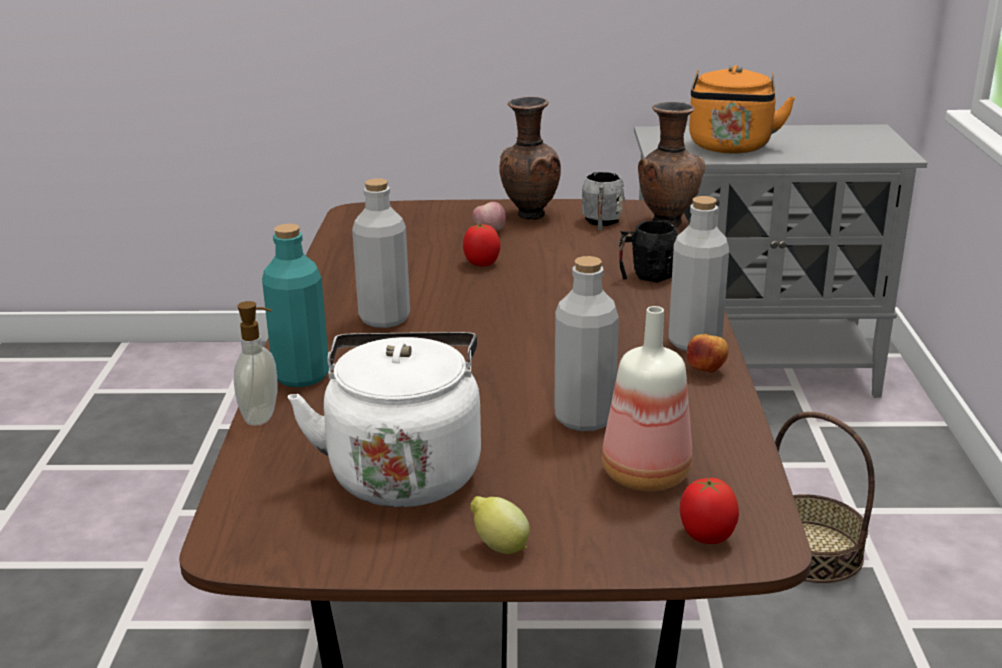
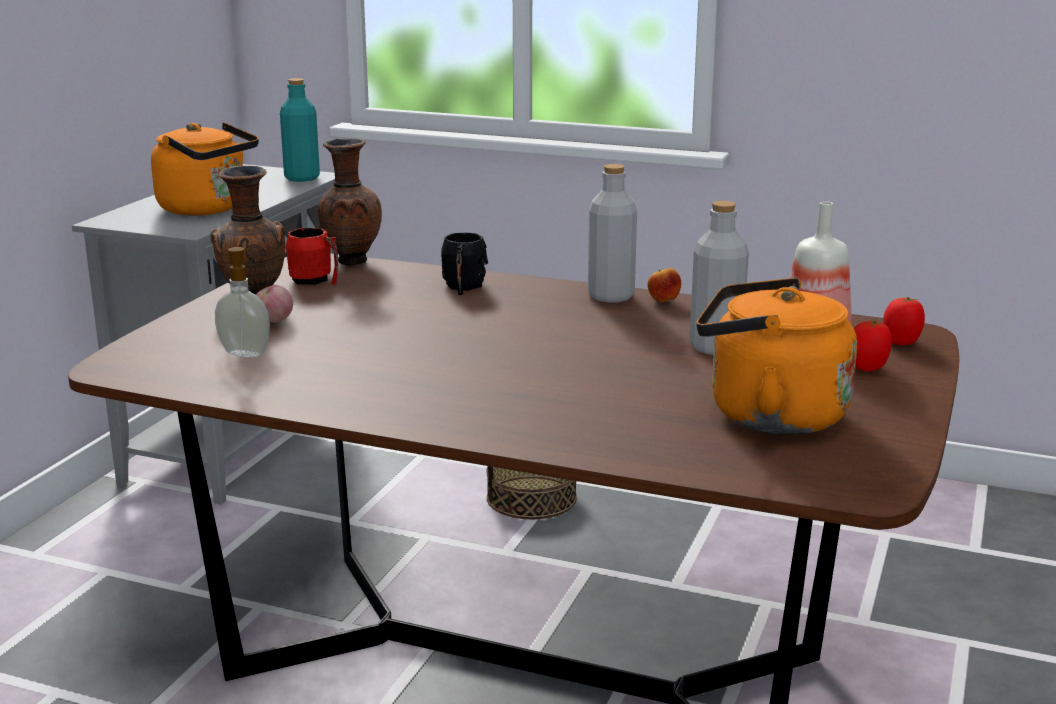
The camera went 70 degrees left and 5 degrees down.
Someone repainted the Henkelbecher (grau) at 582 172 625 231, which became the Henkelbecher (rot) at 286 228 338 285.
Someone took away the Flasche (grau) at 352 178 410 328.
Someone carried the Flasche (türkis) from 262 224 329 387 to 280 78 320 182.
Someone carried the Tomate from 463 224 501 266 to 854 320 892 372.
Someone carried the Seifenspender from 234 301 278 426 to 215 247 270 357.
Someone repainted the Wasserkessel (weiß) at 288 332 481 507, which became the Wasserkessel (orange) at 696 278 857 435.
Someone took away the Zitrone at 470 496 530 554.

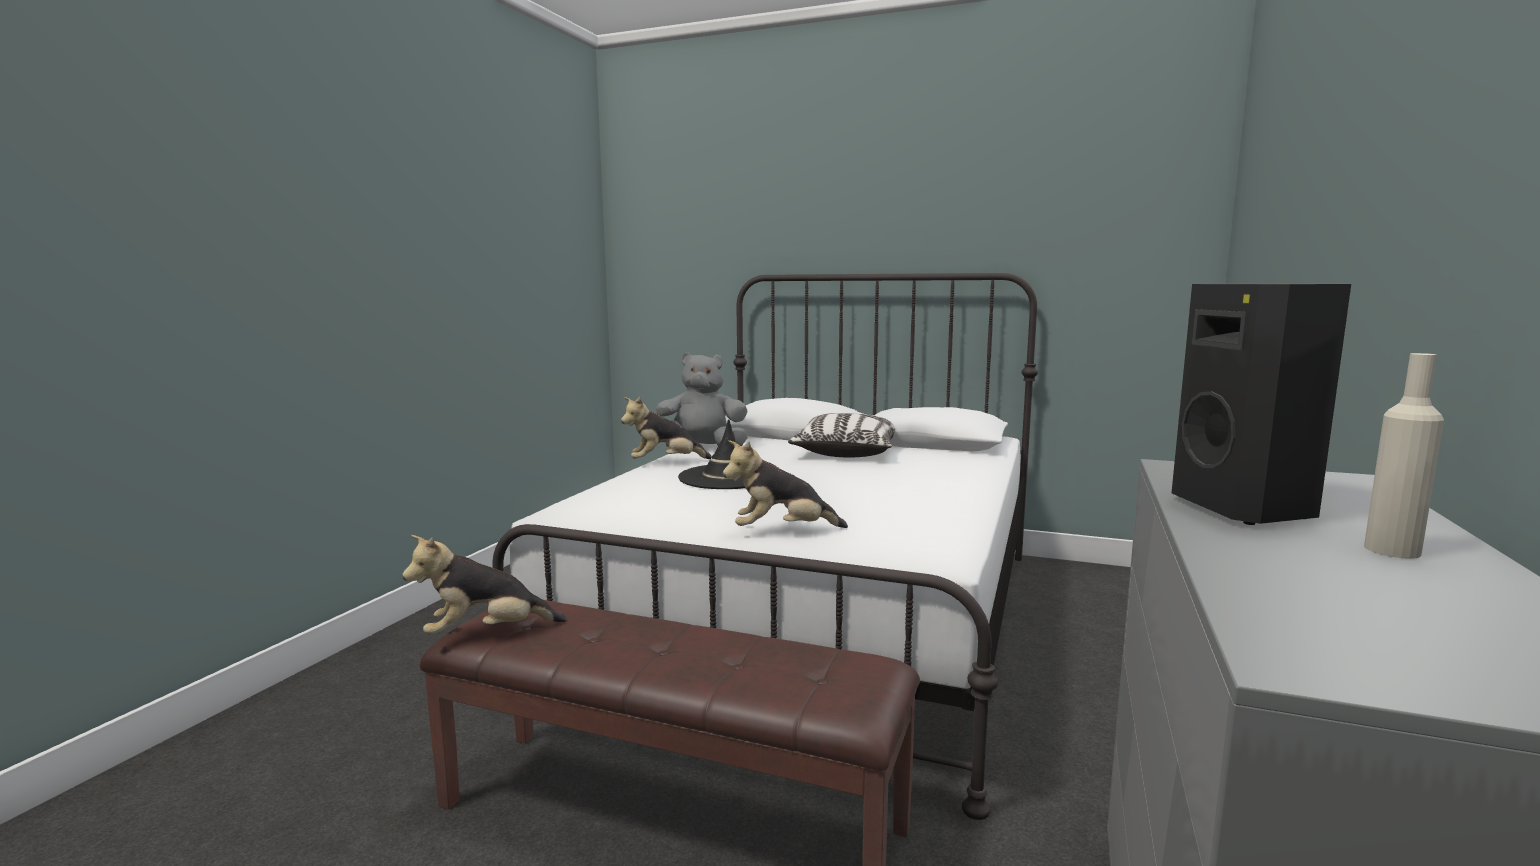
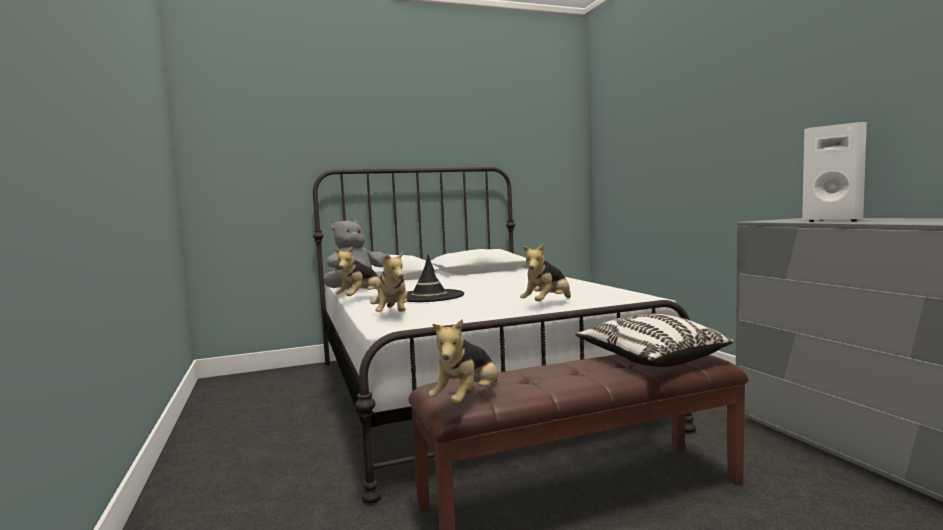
The camera went 40 degrees left and 5 degrees down.
Someone repainted the Lautsprecher (schwarz) at 1172 284 1351 525, which became the Lautsprecher (weiß) at 802 122 867 222.
Someone took away the Flasche (beige) at 1364 353 1444 559.
Someone carried the Kissen from 788 413 895 458 to 575 313 734 367.
Someone put down the Plüschtier at 370 251 408 312.

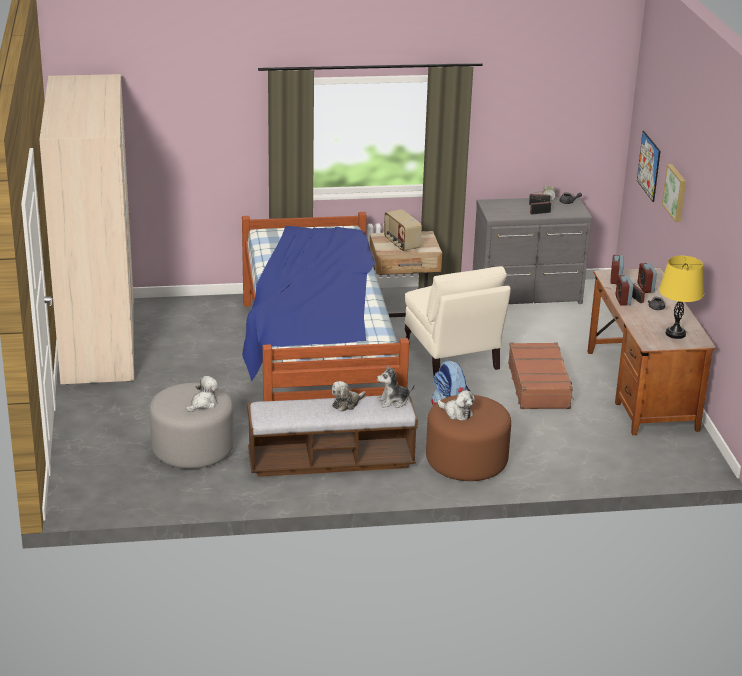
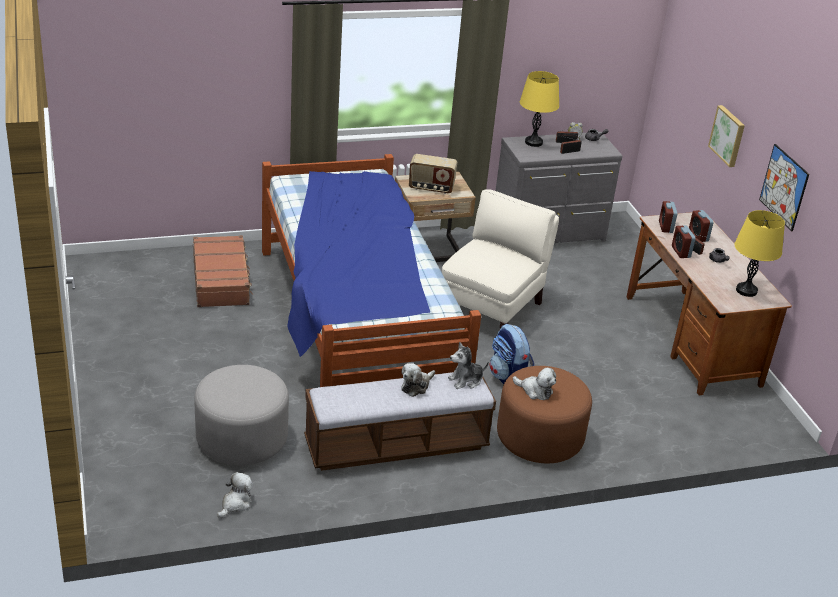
The camera went 10 degrees left and 5 degrees up.
Someone took away the Kleiderschrank (beige) at 39 74 134 385.
Someone carried the Bild from 637 131 661 202 to 759 144 809 232.
Someone rotated the Radio at 384 209 422 251 by 45 degrees counterclockwise.
Someone rotated the Sessel (beige) at 405 266 511 375 by 120 degrees counterclockwise.
Someone carried the Koffer (braun) from 508 342 573 409 to 193 235 253 307.
Someone carried the Plüschtier from 186 376 218 412 to 217 472 253 518.
Someone put down the Tischlampe (gelb) at 520 71 559 147.

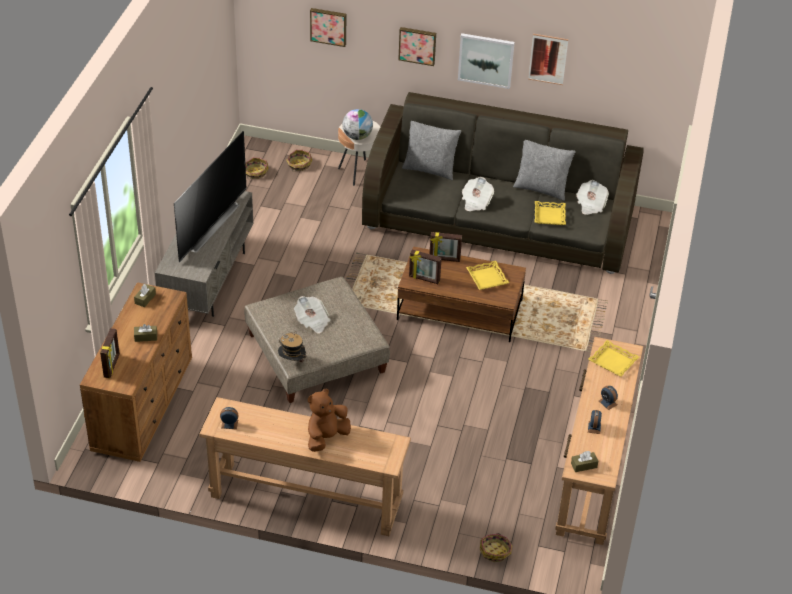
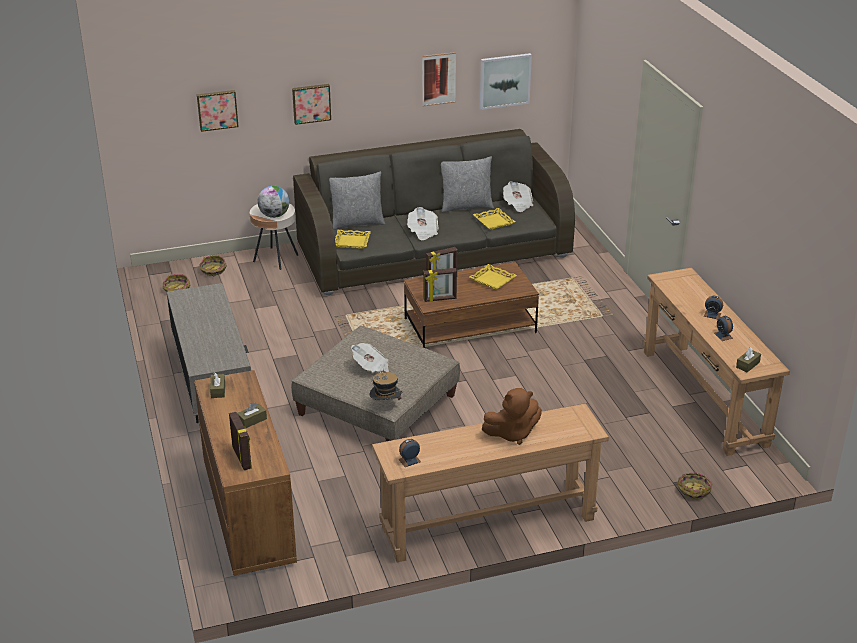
The camera went 30 degrees left and 10 degrees down.
Someone carried the Bild from 458 33 515 89 to 480 53 532 110.
Someone took away the Fernseher at 174 131 247 262.
Someone carried the Tablett (gelb) from 588 340 639 377 to 335 230 371 249.
Someone rotated the Plüschtier (braun) at 308 389 351 452 by 120 degrees counterclockwise.

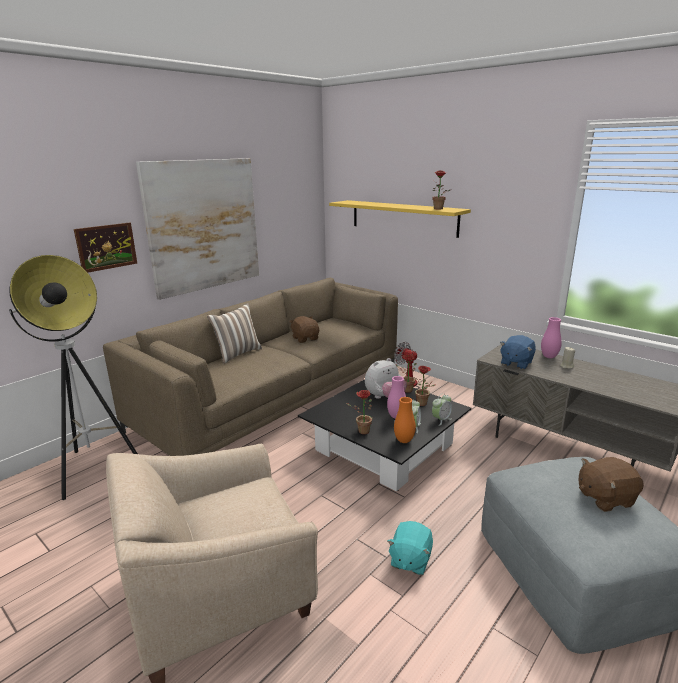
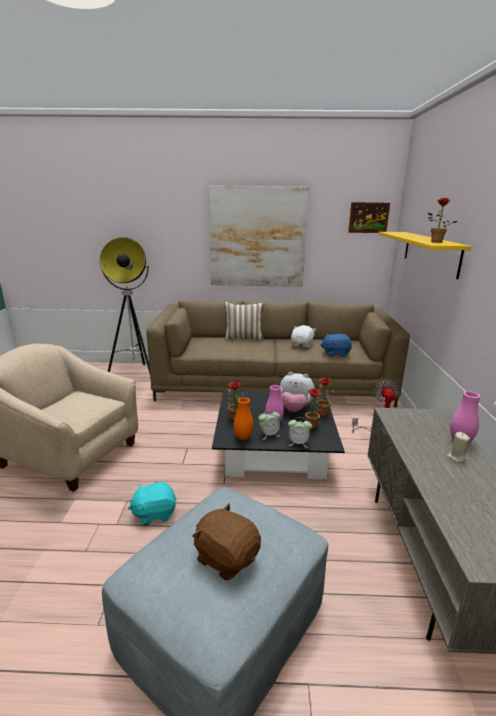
The camera went 50 degrees right and 0 degrees up.
Someone carried the Bild from 74 223 137 272 to 348 202 390 233.
Someone repainted the Plüschtier (braun) at 289 316 319 343, which became the Plüschtier (weiß) at 291 325 316 348.
Someone carried the Plüschtier (blau) from 500 335 536 369 to 320 334 352 357.

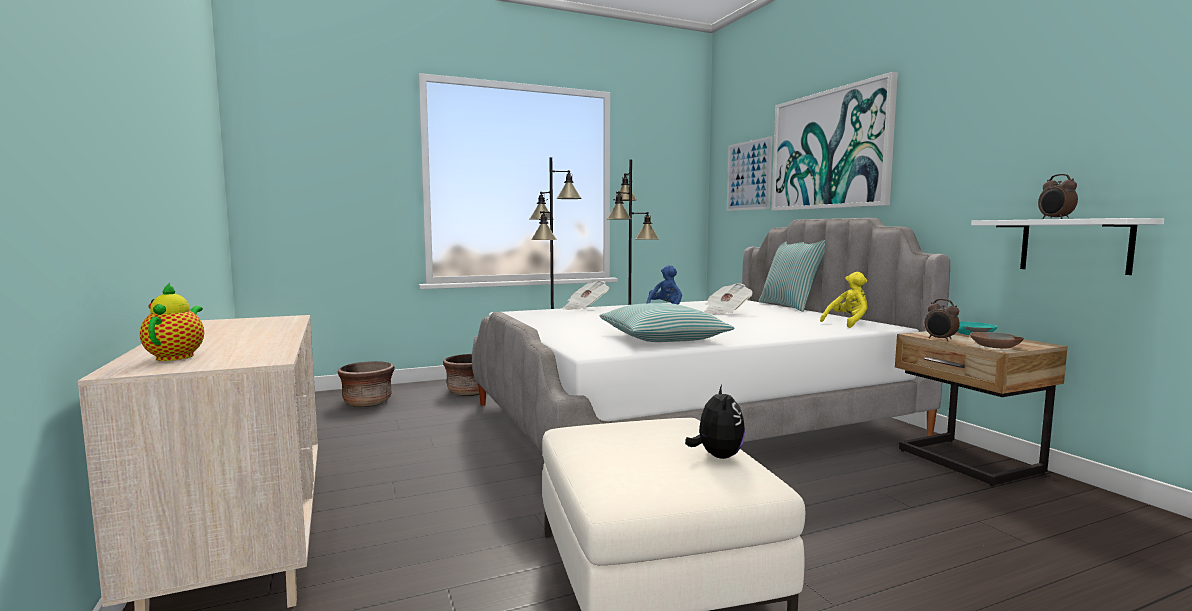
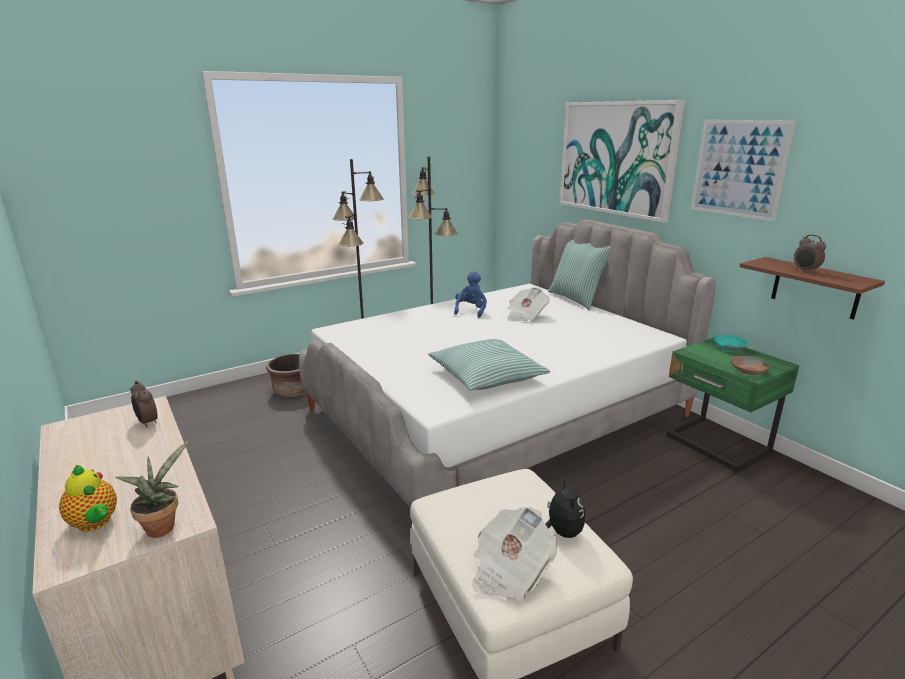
The camera went 10 degrees left and 15 degrees up.
Someone carried the Bild from 727 136 772 211 to 691 120 796 222.
Someone repainted the Wandregal (weiß) at 971 218 1164 275, which became the Wandregal (braun) at 739 257 885 320.
Someone took away the Plüschtier (gelb) at 820 272 868 328.
Someone carried the Zeitung from 563 281 609 310 to 472 507 557 601.
Someone rotated the Teekanne at 140 282 204 361 by 150 degrees clockwise.
Someone carried the Wecker from 925 299 960 341 to 130 380 158 428.
Someone repainted the Nachttisch (beige) at 895 331 1068 487, which became the Nachttisch (grün) at 666 337 799 473.
Someone took away the Pflanzkübel (braun) at 338 361 395 407.
Someone put down the Topfpflanze at 115 441 188 538.

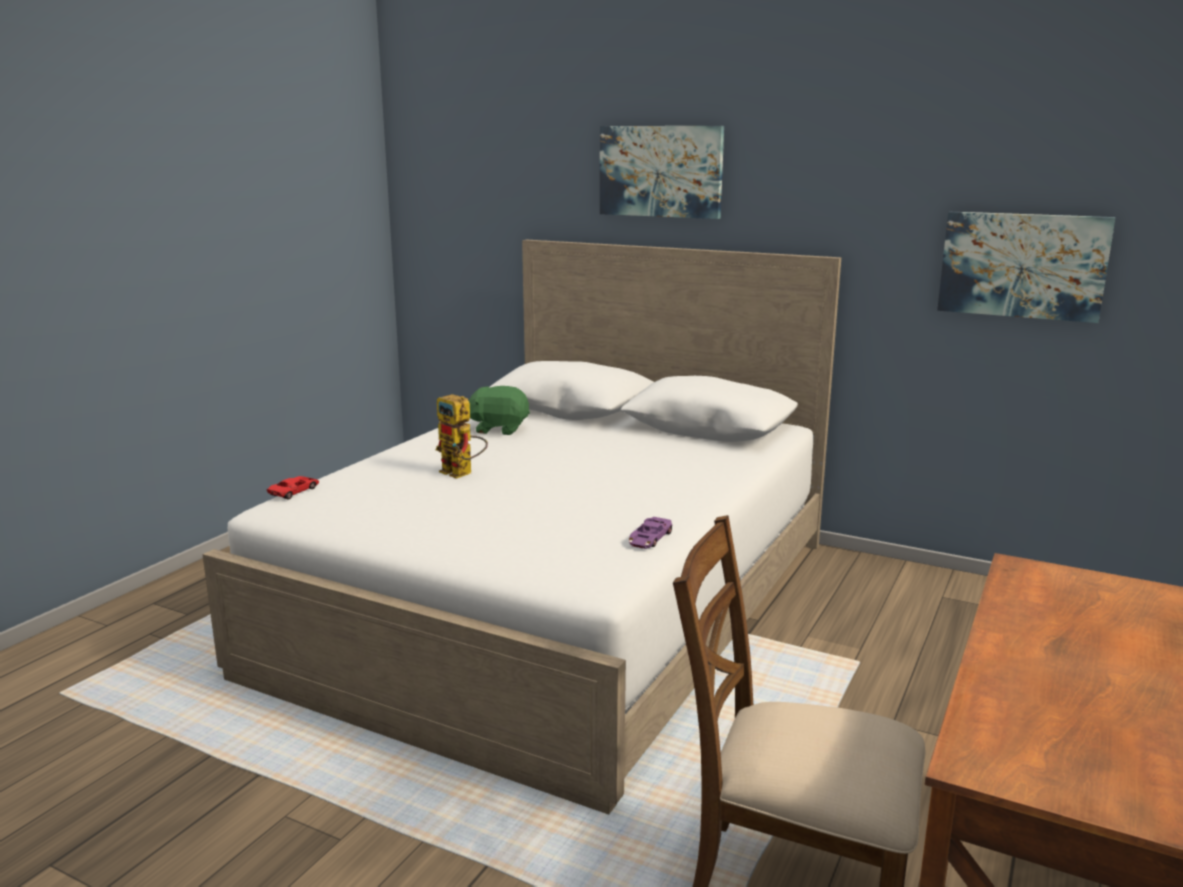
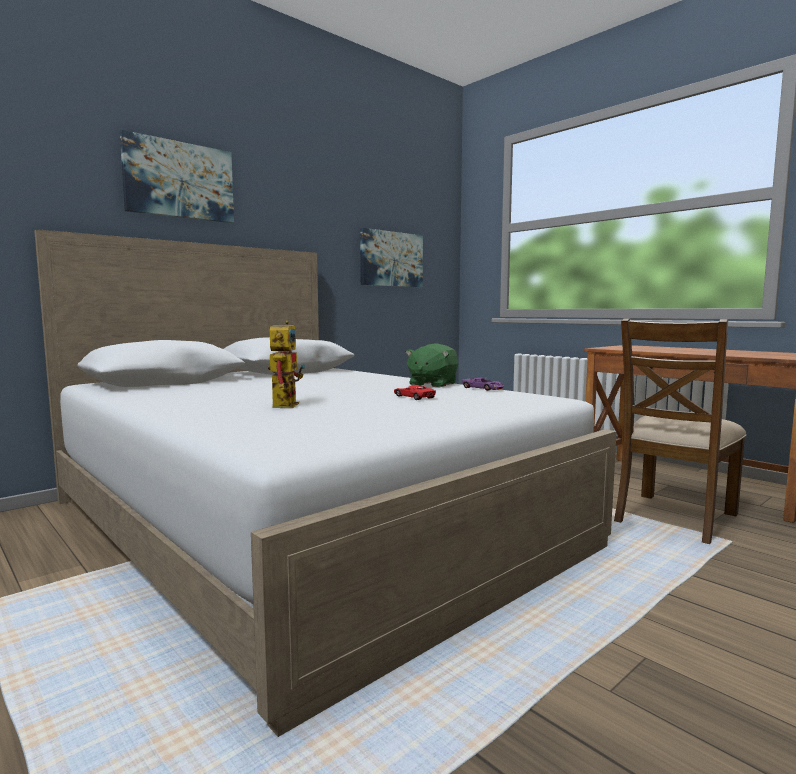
The camera went 70 degrees left and 10 degrees down.
Someone carried the Plüschtier (grün) from 469 386 530 435 to 405 343 458 388.
Someone rotated the Spielzeugroboter at 436 394 488 479 by 60 degrees counterclockwise.
Someone carried the Spielzeugauto (rot) from 267 476 319 499 to 394 385 436 400.

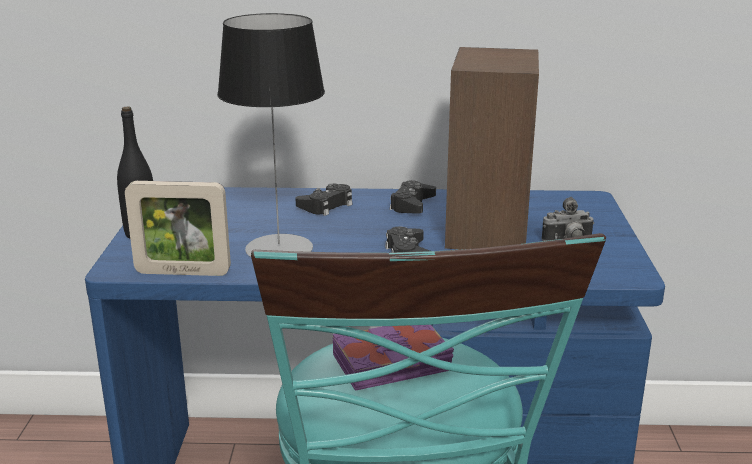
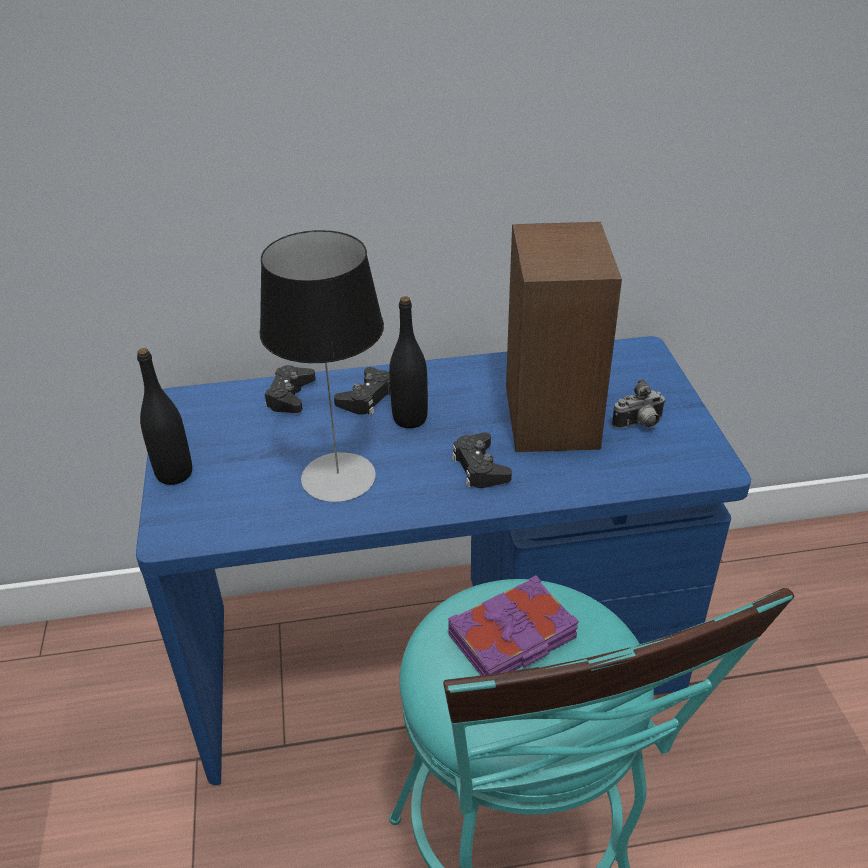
The camera went 10 degrees left and 15 degrees up.
Someone carried the Gamepad (schwarz) from 390 180 436 214 to 265 365 316 413.
Someone took away the Bilderrahmen at 125 181 231 276.
Someone put down the Flasche (schwarz) at 389 296 428 428.

